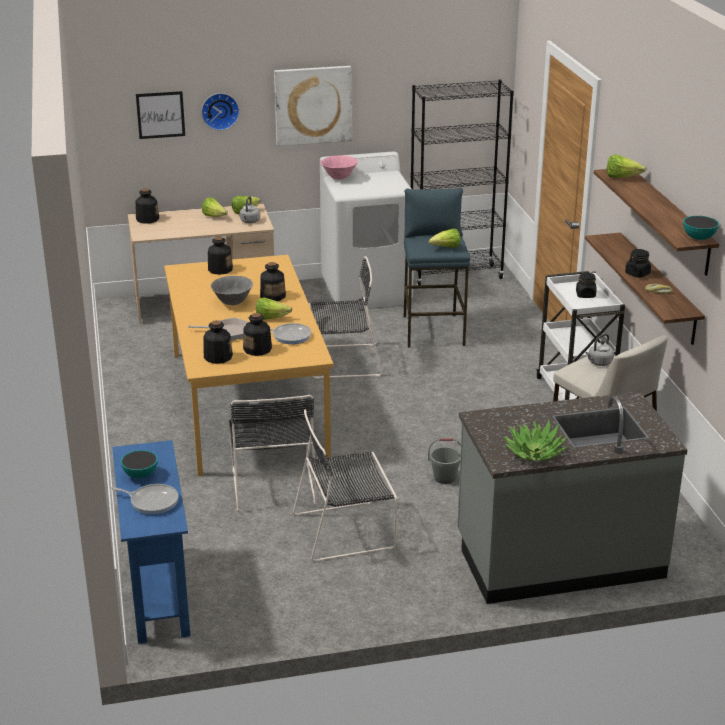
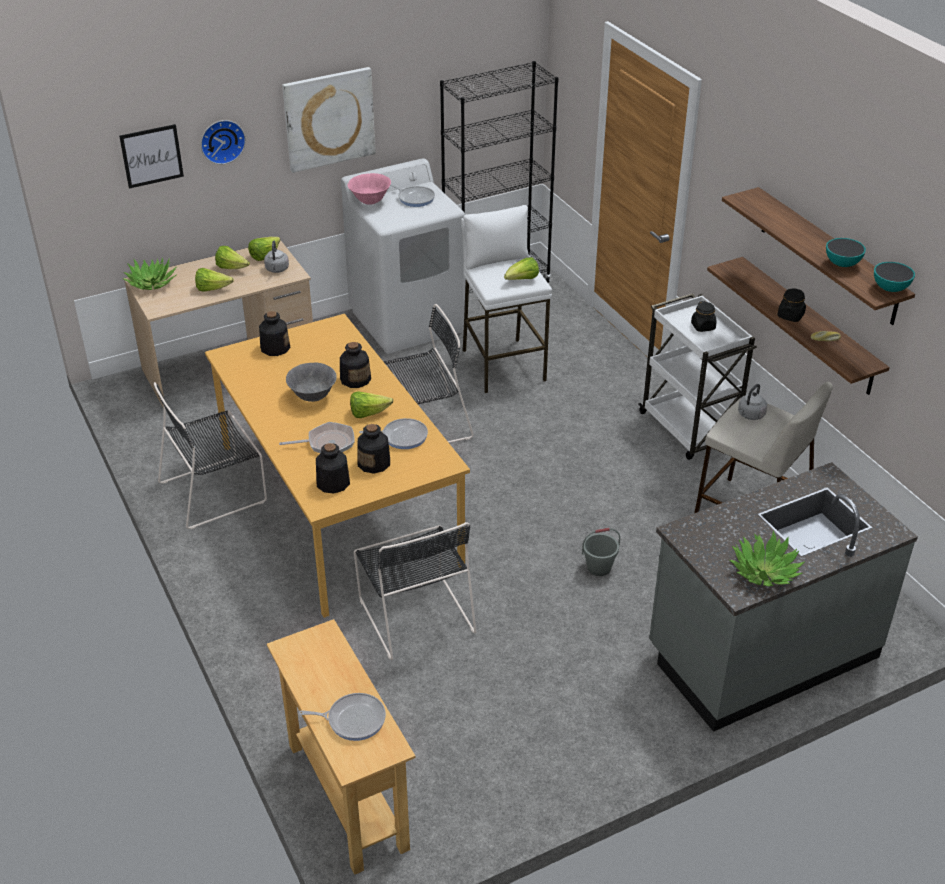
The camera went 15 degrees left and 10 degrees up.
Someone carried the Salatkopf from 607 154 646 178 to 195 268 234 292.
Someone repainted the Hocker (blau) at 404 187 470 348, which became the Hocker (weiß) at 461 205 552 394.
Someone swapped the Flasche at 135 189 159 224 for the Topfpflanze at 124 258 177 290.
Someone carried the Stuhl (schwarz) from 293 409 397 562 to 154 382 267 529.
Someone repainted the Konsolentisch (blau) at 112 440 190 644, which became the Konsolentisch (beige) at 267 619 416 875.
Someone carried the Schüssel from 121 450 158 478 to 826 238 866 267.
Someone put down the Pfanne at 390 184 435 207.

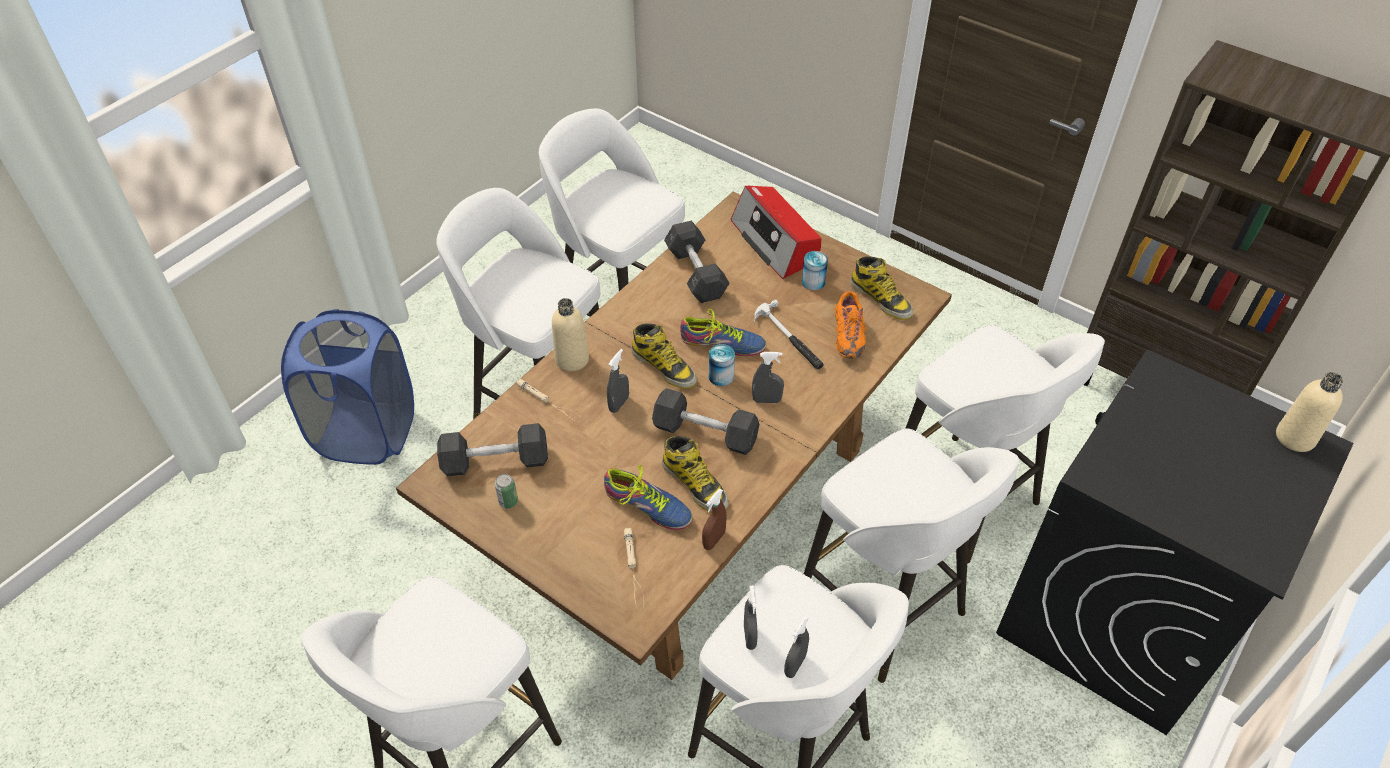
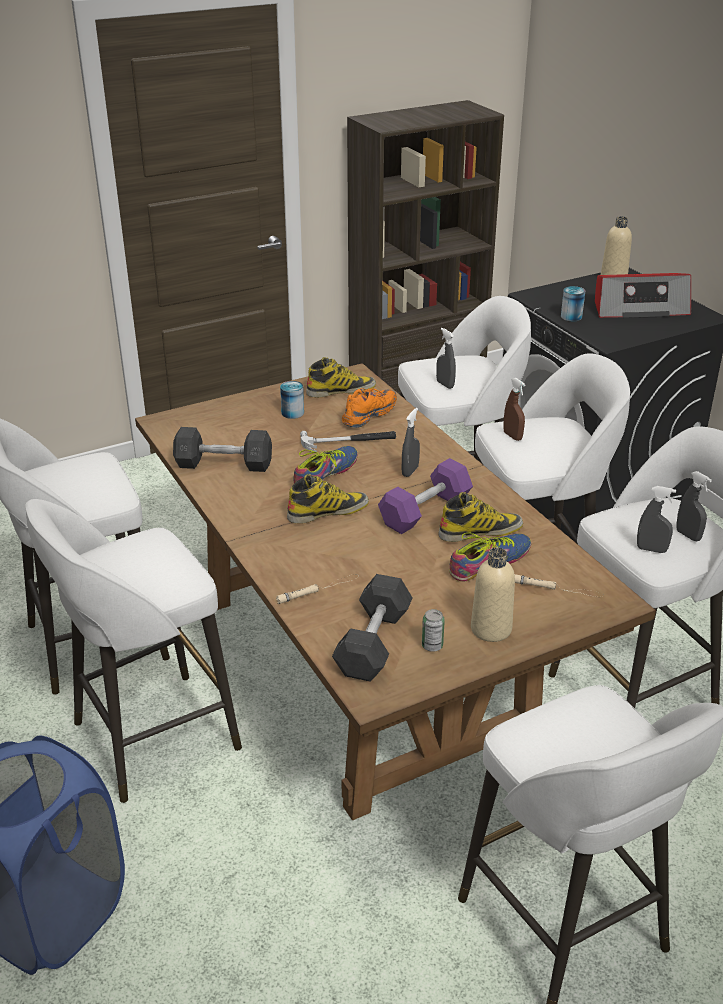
The camera went 65 degrees left and 15 degrees down.
Someone carried the Radio from 731 186 821 279 to 595 273 691 318.
Someone rotated the Schuh (orange) at 835 291 866 359 by 75 degrees counterclockwise.
Someone carried the Flasche (beige) from 552 298 589 371 to 471 547 515 642.
Someone carried the Dose from 709 344 735 386 to 561 286 585 321.
Someone carried the Sprühflasche (grau) from 607 349 629 413 to 436 328 456 389.
Someone repainted the Hantel (grau) at 652 388 760 455, which became the Hantel (lila) at 378 458 473 534.
Someone carried the Sprühflasche (braun) from 702 489 727 550 to 503 378 525 441.

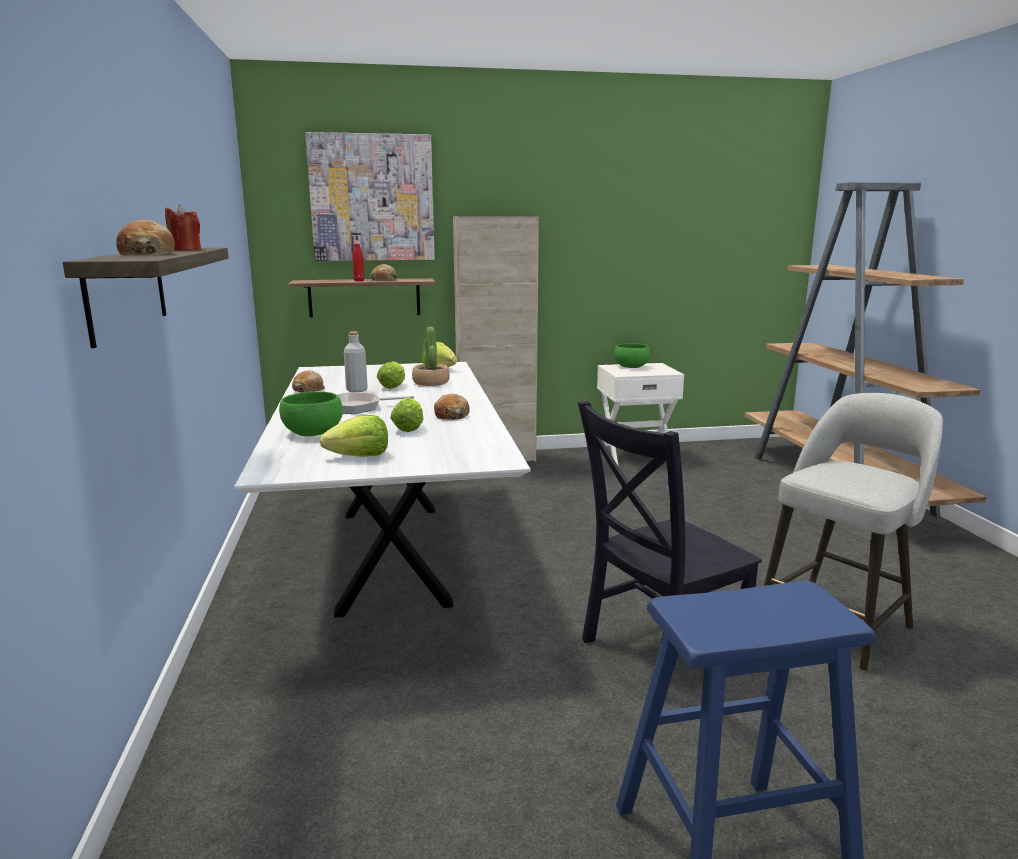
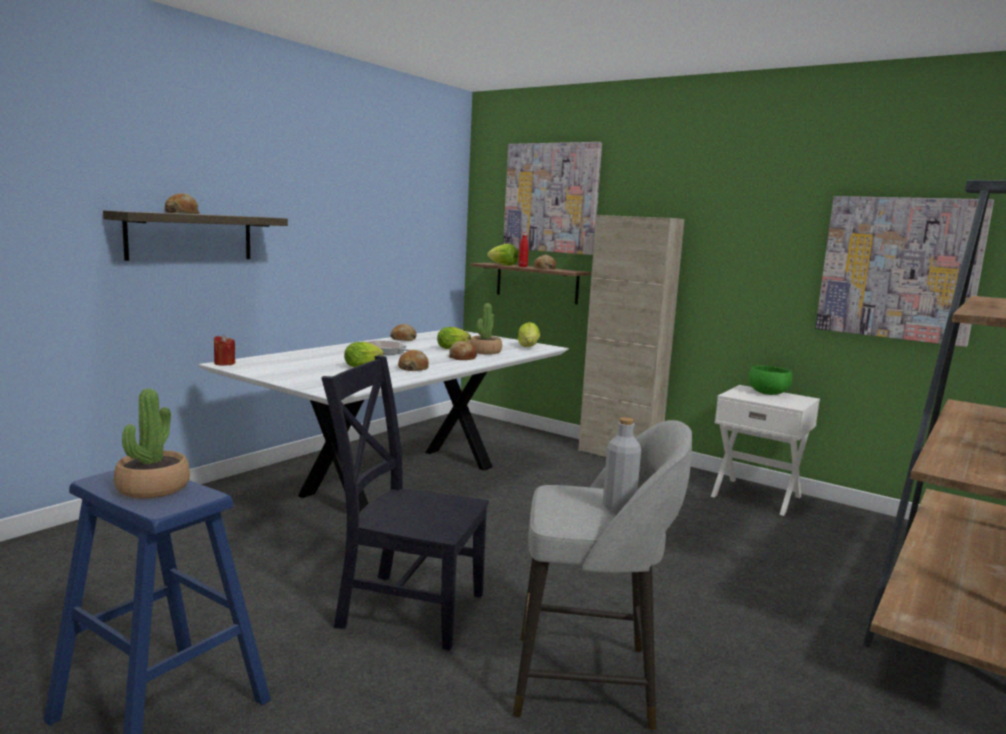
The camera went 45 degrees right and 5 degrees down.
Someone carried the Kerze (rot) from 165 204 201 250 to 213 335 235 366.
Someone carried the Flasche (grau) from 344 331 368 392 to 603 417 641 513.
Someone took away the Schüssel (grün) at 279 392 343 436.
Someone carried the Salatkopf from 320 415 388 457 to 487 244 518 266.
Someone put up the Bild at 815 196 994 347.
Someone put down the Brot at 449 341 477 360.
Someone put down the Topfpflanze at 114 389 190 498.

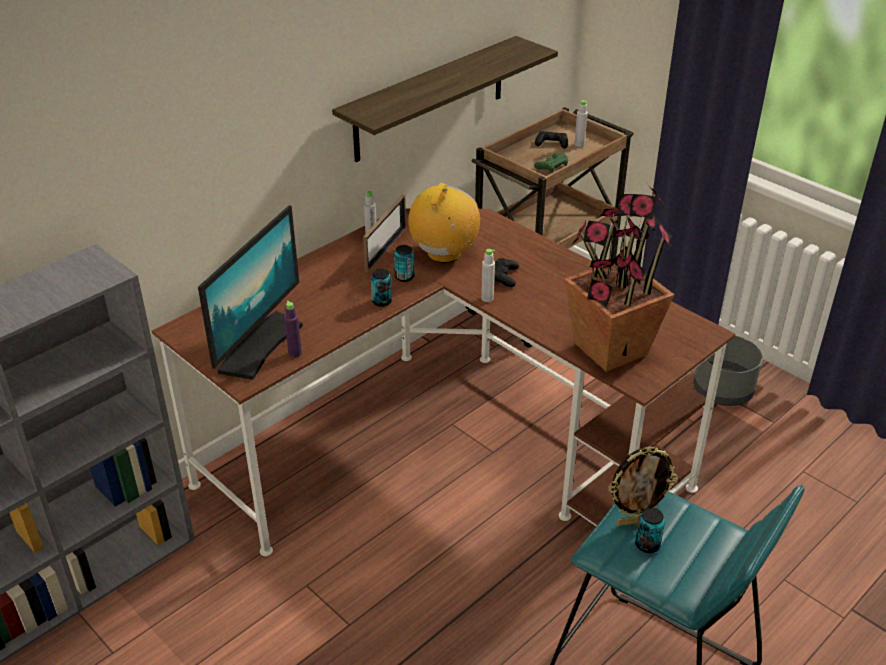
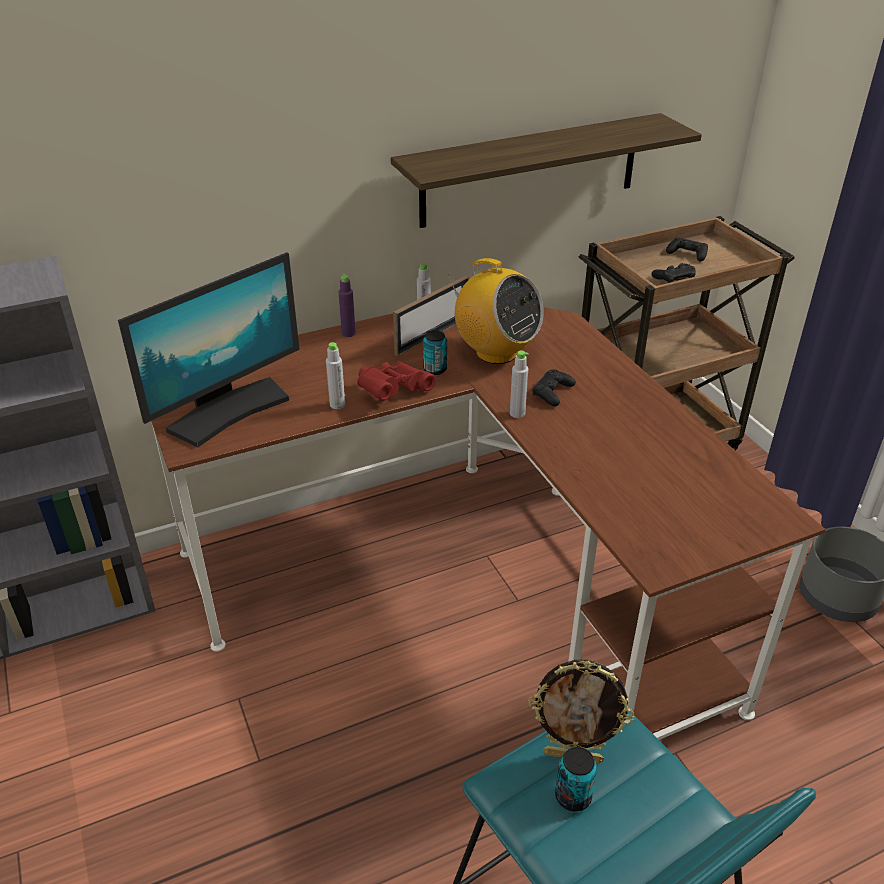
The camera went 20 degrees right and 0 degrees up.
Someone carried the Flasche (grau) from 574 100 588 147 to 326 342 345 409.
Someone repainted the Gamepad (grün) at 534 153 568 173, which became the Gamepad (schwarz) at 651 263 696 283.
Someone rotated the Radio at 408 183 480 263 by 90 degrees clockwise.
Someone took away the Topfpflanze at 564 183 675 372.
Someone swapped the Dose at 371 269 392 307 for the Fernglas (rot) at 357 361 436 401.
Someone carried the Flasche (lila) from 284 301 302 358 to 339 274 356 337.

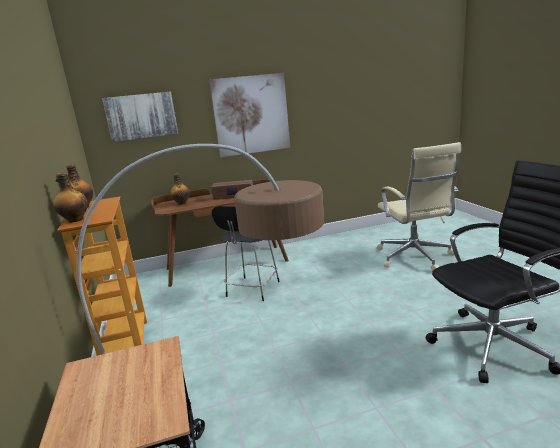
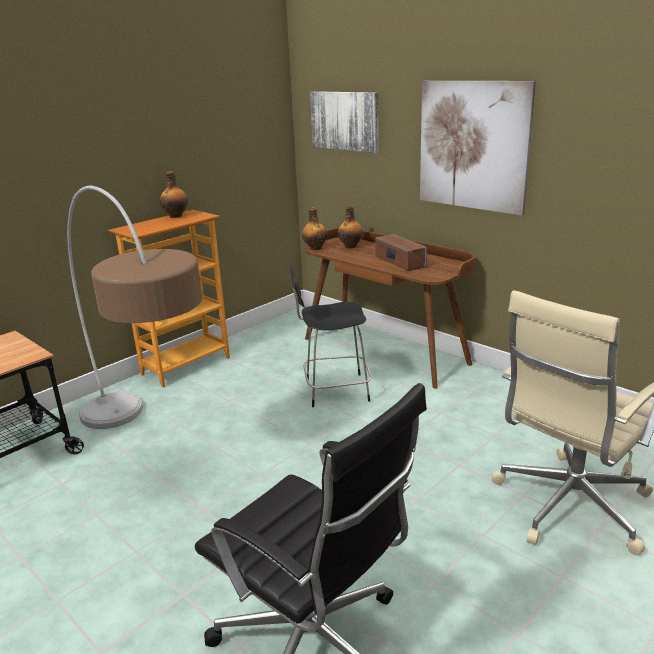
The camera went 60 degrees right and 5 degrees up.
Someone carried the Flasche from 53 172 88 222 to 302 207 327 250.

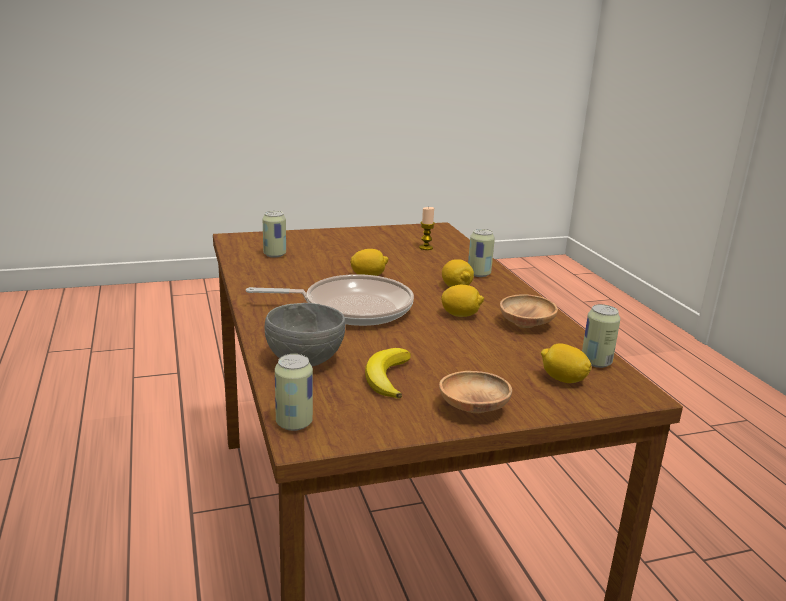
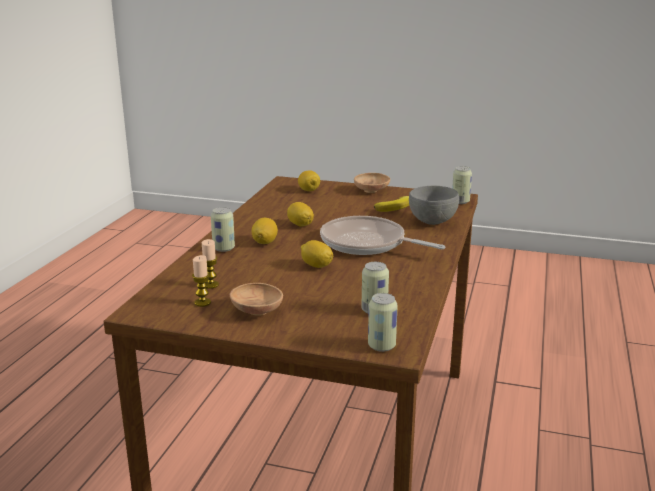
The camera went 145 degrees left and 0 degrees up.
Someone carried the Schüssel (braun) from 500 294 558 328 to 230 283 283 316.
Someone carried the Dose from 582 304 620 368 to 368 293 398 352.
Someone put down the Kerze at 192 255 211 307.

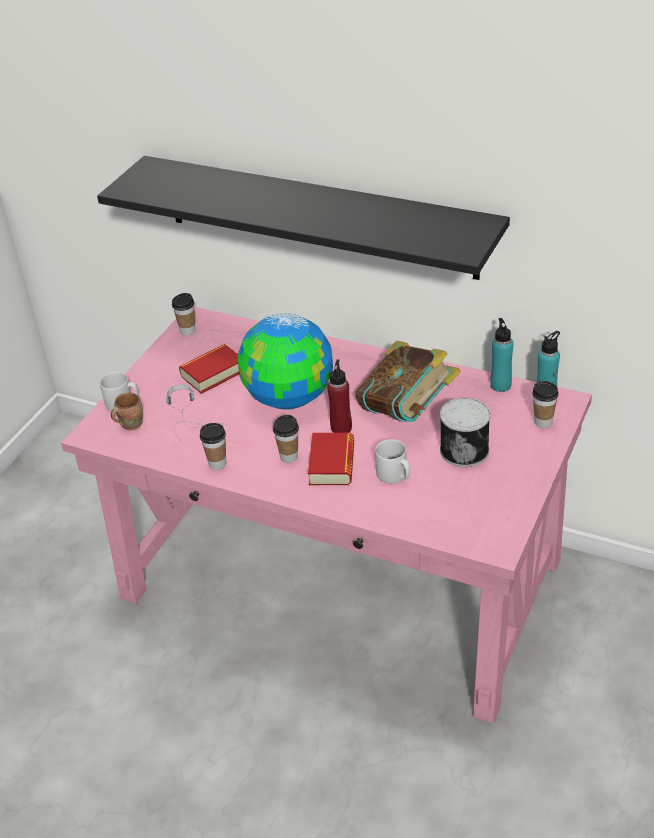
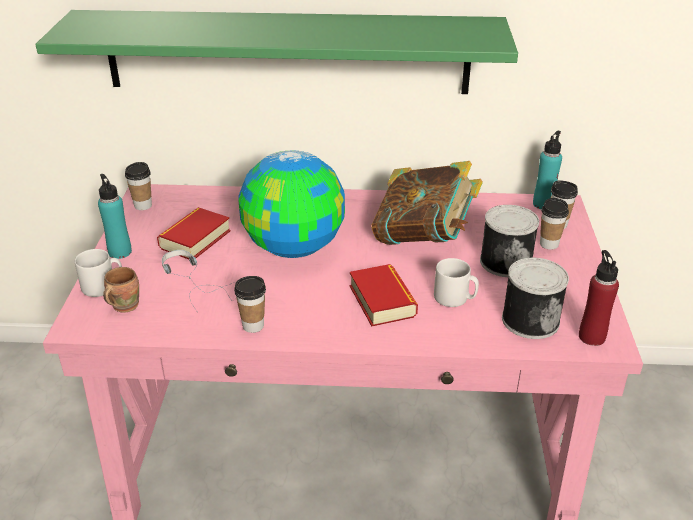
The camera went 25 degrees left and 5 degrees down.
Someone repainted the Wandregal (schwarz) at 97 156 510 280, which became the Wandregal (grün) at 35 10 518 94.
Someone carried the Flasche (türkis) from 490 318 513 392 to 98 174 132 259.
Someone carried the Flasche (rot) from 327 360 352 433 to 579 250 619 346.
Someone carried the Tasse from 273 415 299 463 to 540 198 569 250.
Someone put down the Dose at 502 258 569 339.

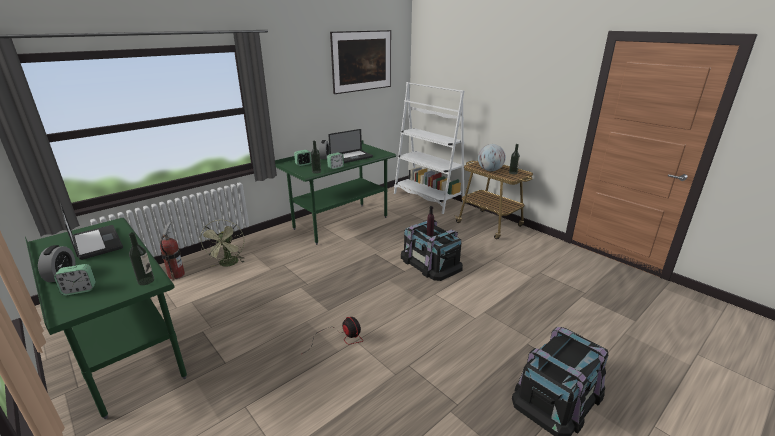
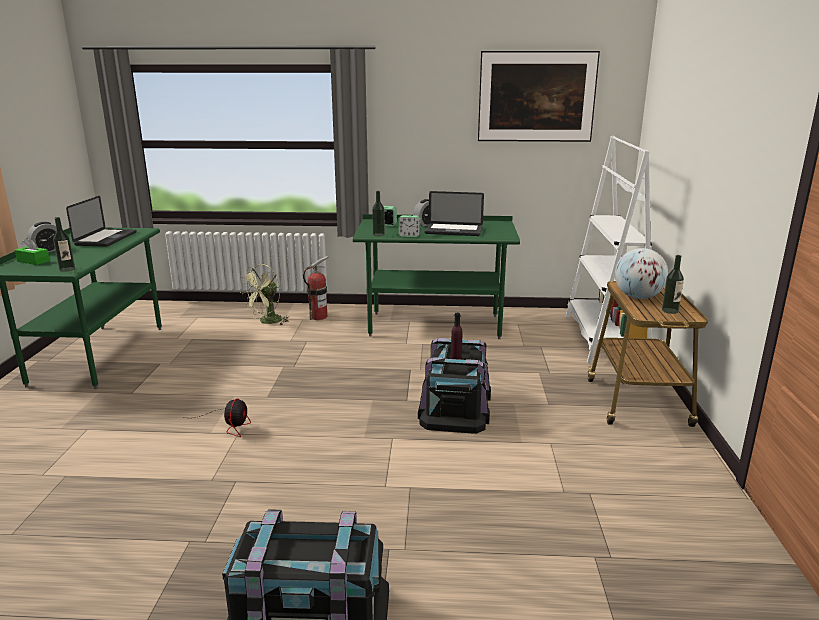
The camera went 45 degrees right and 5 degrees down.
Someone carried the Feuerlöscher from 160 222 185 280 to 303 256 329 320.
Someone swapped the Wecker at 54 264 96 296 for the Taschentuchbox (grün) at 15 238 50 265.

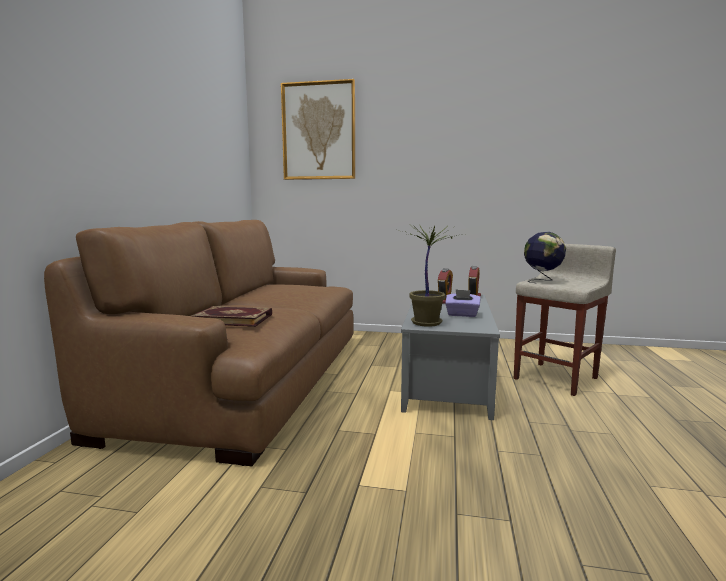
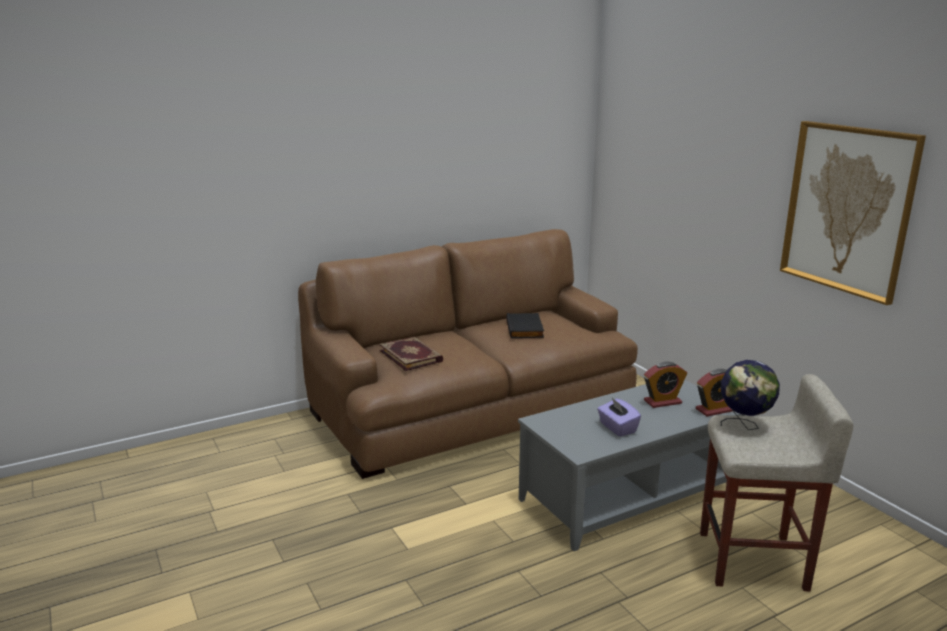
The camera went 50 degrees right and 10 degrees up.
Someone carried the Bild from 281 79 355 180 to 780 121 926 305.
Someone took away the Topfpflanze at 407 224 462 327.
Someone put down the Buch (schwarz) at 506 313 544 339.

